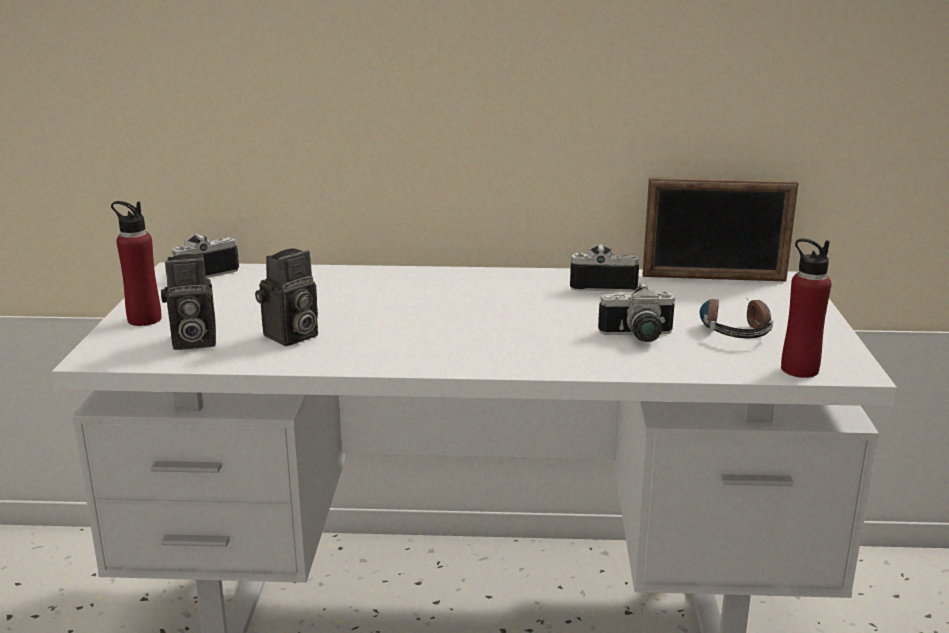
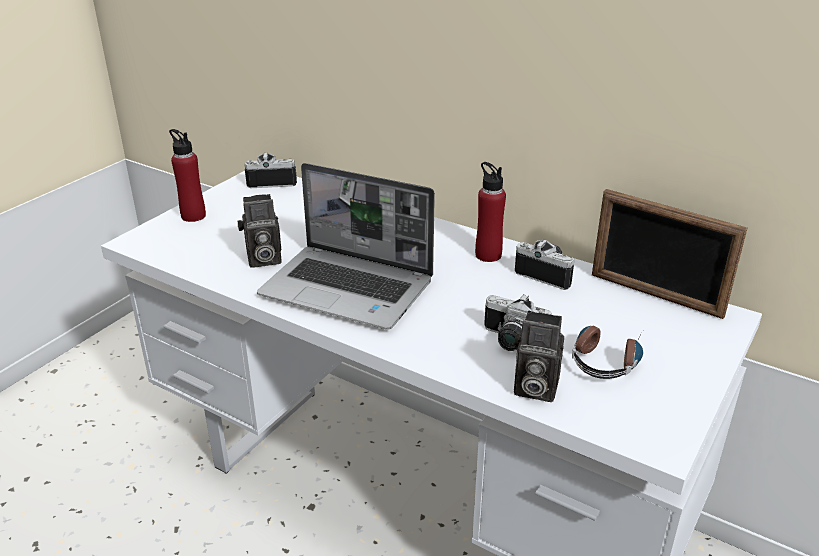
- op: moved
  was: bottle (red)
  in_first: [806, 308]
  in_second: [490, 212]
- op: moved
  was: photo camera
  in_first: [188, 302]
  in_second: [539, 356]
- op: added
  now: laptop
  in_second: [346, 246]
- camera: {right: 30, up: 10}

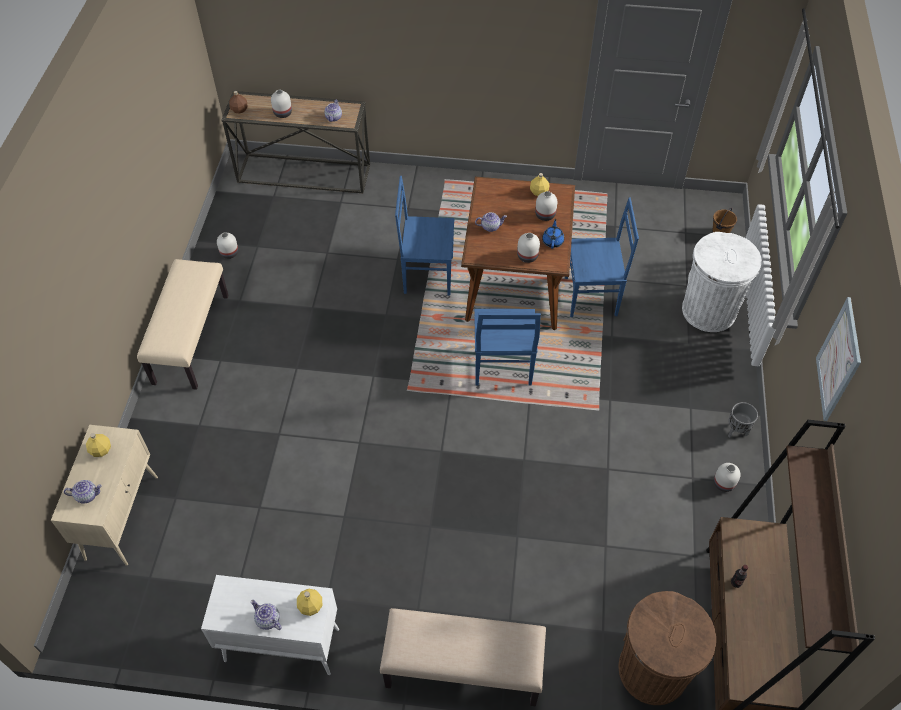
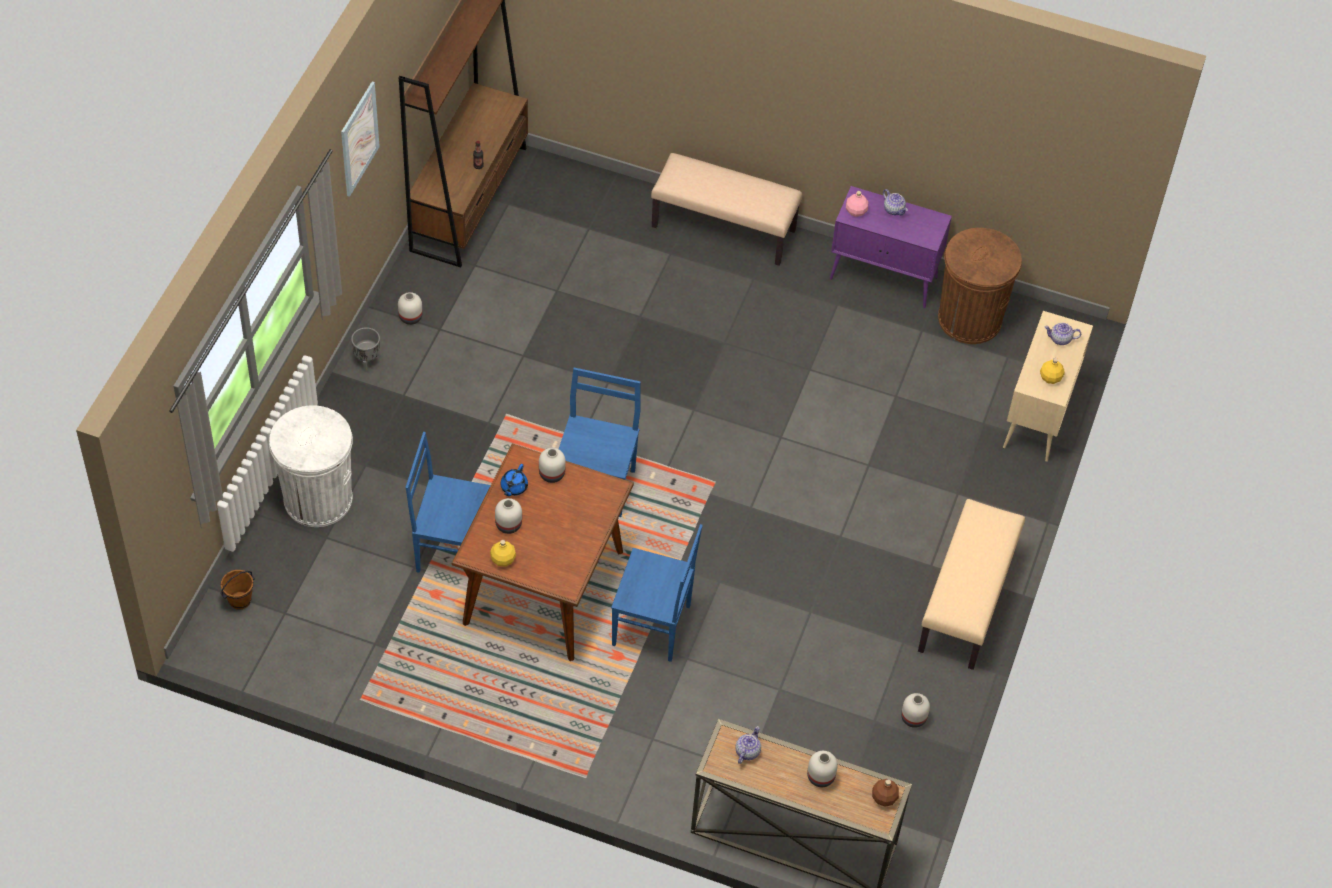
- op: removed
  was: teapot
  in_first: [491, 222]
- op: recoloured
  was: cabinet (white)
  now: cabinet (purple)
  in_first: [270, 625]
  in_second: [891, 247]
- op: recoloured
  was: bottle (yellow)
  now: bottle (pink)
  in_first: [309, 602]
  in_second: [857, 204]
- op: moved
  was: trash can (brown)
  in_first: [667, 648]
  in_second: [980, 286]
- camera: {right: -170, up: 0}

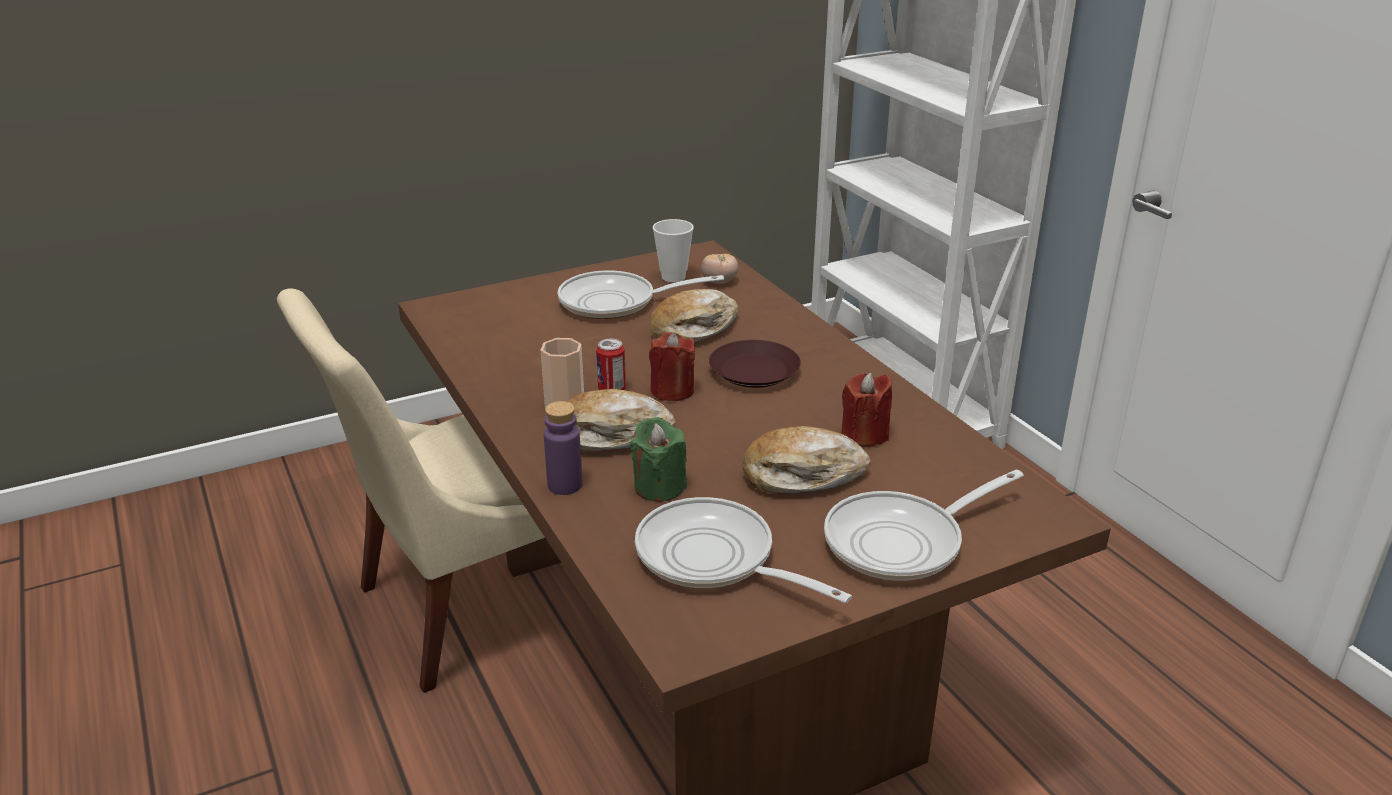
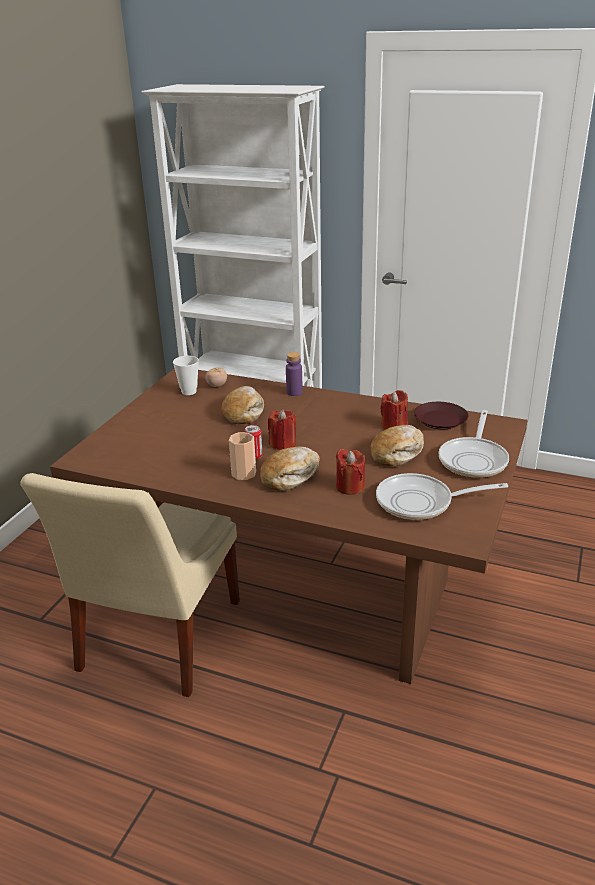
- op: removed
  was: frying pan
  in_first: [641, 294]
- op: moved
  was: plate (brown)
  in_first: [755, 364]
  in_second: [441, 415]
- op: moved
  was: bottle (purple)
  in_first: [563, 448]
  in_second: [294, 374]
- op: recoloured
  was: candle (green)
  now: candle (red)
  in_first: [658, 459]
  in_second: [350, 472]
- camera: {right: -40, up: 0}

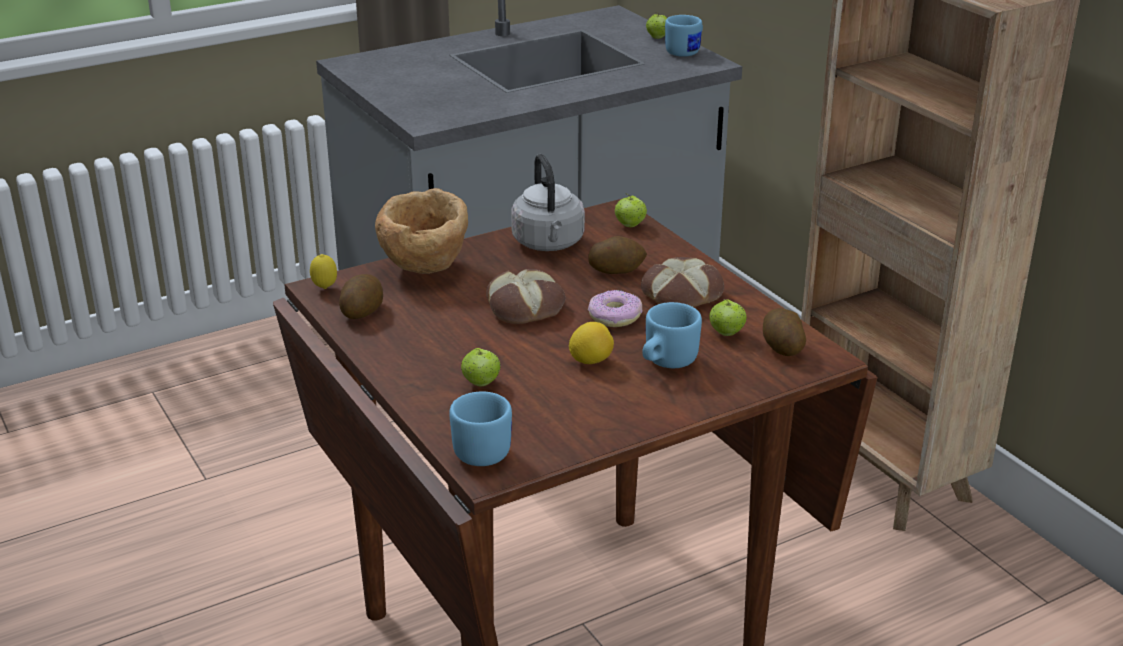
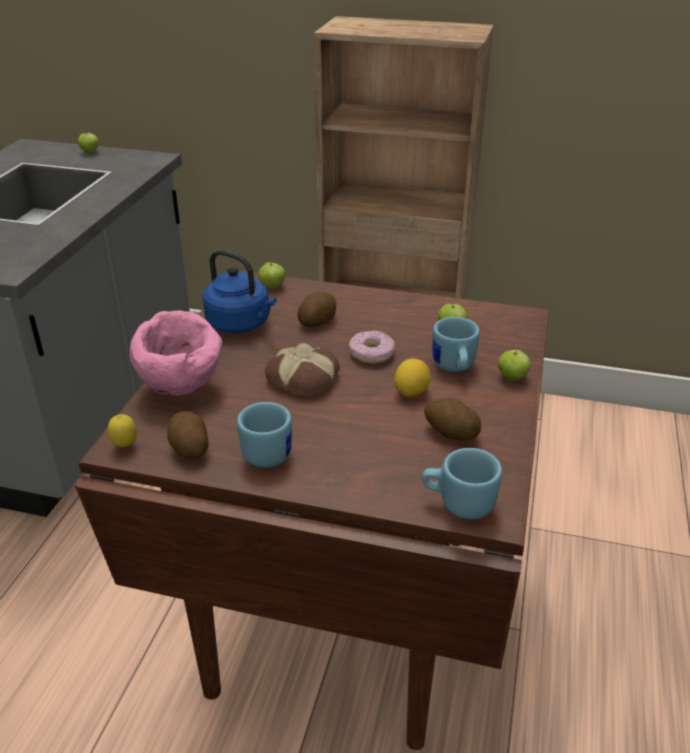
- op: moved
  was: mug (blue)
  in_first: [684, 36]
  in_second: [264, 435]
- op: recoloured
  was: kettle (grey)
  now: kettle (blue)
  in_first: [548, 202]
  in_second: [240, 291]
- op: recoloured
  was: bowl (brown)
  now: bowl (pink)
  in_first: [421, 231]
  in_second: [176, 352]
- op: removed
  was: bread
  in_first: [682, 282]
- op: moved
  was: potato
  in_first: [784, 332]
  in_second: [452, 419]
- op: moved
  was: apple
  in_first: [481, 367]
  in_second: [514, 365]
- camera: {right: -45, up: 5}

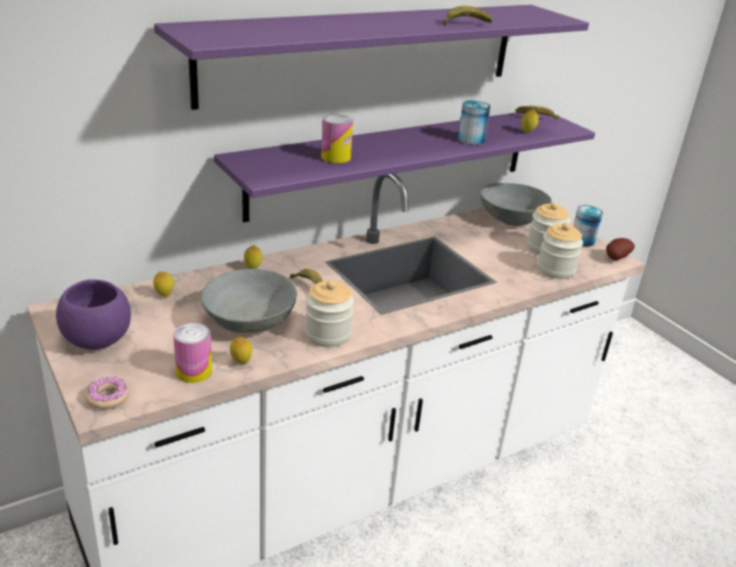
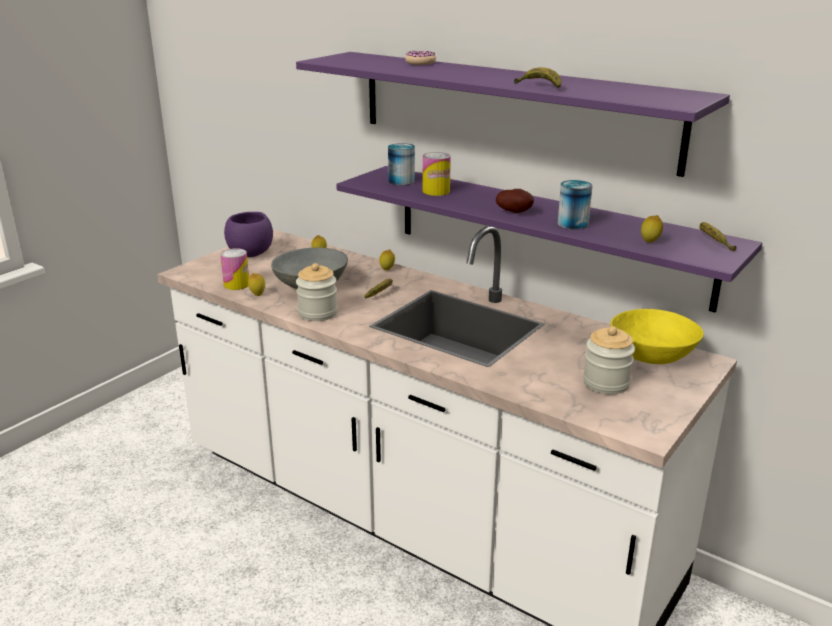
- op: recoloured
  was: bowl (grey)
  now: bowl (yellow)
  in_first: [516, 204]
  in_second: [657, 336]
- op: moved
  was: can
  in_first: [588, 226]
  in_second: [401, 164]
- op: removed
  was: jar
  in_first: [560, 251]
- op: moved
  was: potato
  in_first: [620, 249]
  in_second: [515, 201]
- op: moved
  was: donut
  in_first: [107, 393]
  in_second: [420, 58]
- camera: {right: 70, up: -5}

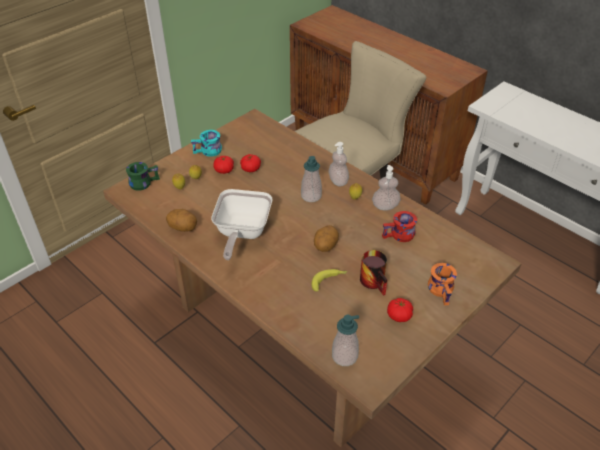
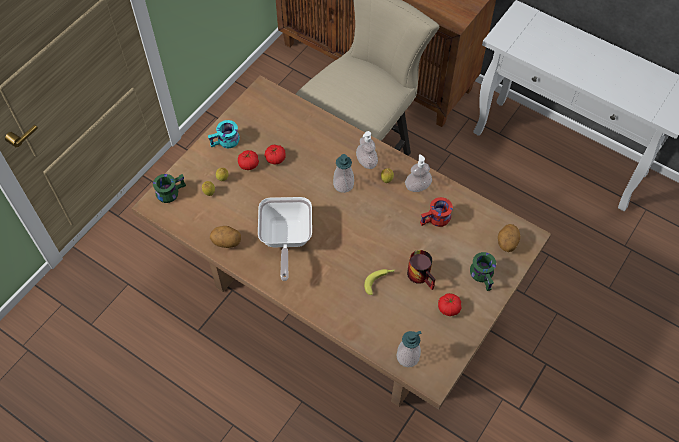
- op: moved
  was: potato
  in_first: [326, 238]
  in_second: [509, 238]
- op: recoloured
  was: mug (orange)
  now: mug (green)
  in_first: [442, 284]
  in_second: [483, 271]
- camera: {right: -10, up: 15}

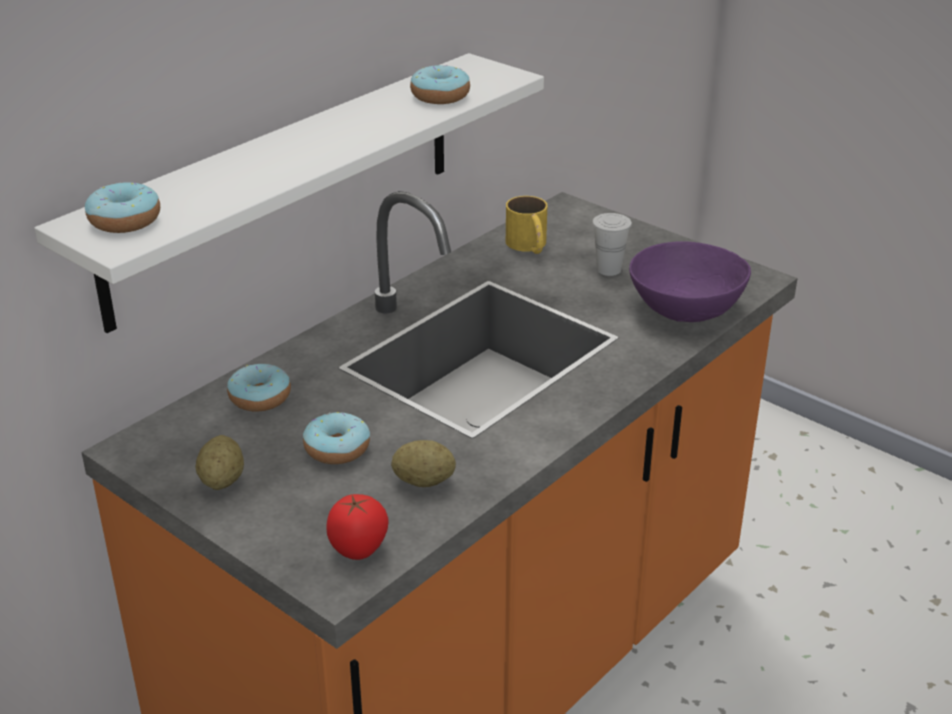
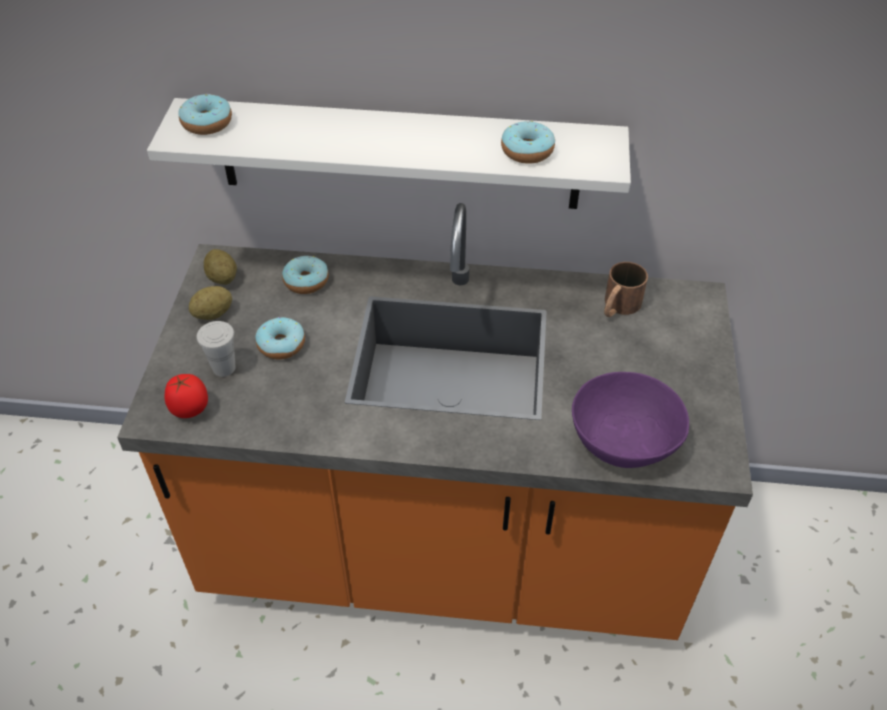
- op: recoloured
  was: mug (yellow)
  now: mug (brown)
  in_first: [526, 225]
  in_second: [626, 289]
- op: moved
  was: cup (white)
  in_first: [612, 244]
  in_second: [216, 349]
- op: moved
  was: potato
  in_first: [423, 463]
  in_second: [220, 267]
- camera: {right: 55, up: 15}

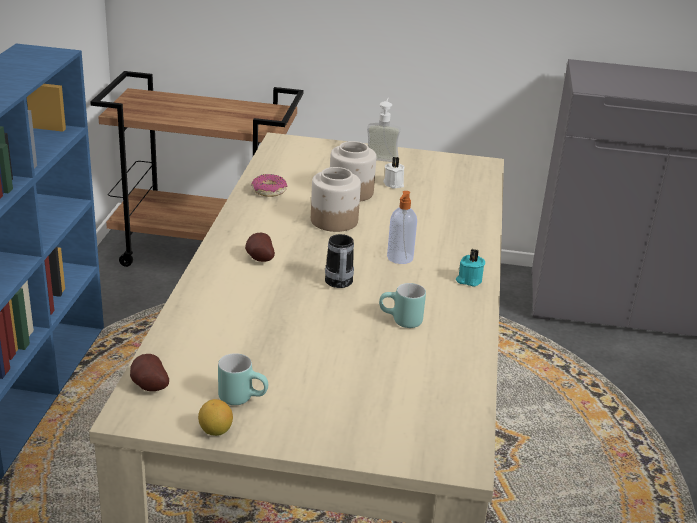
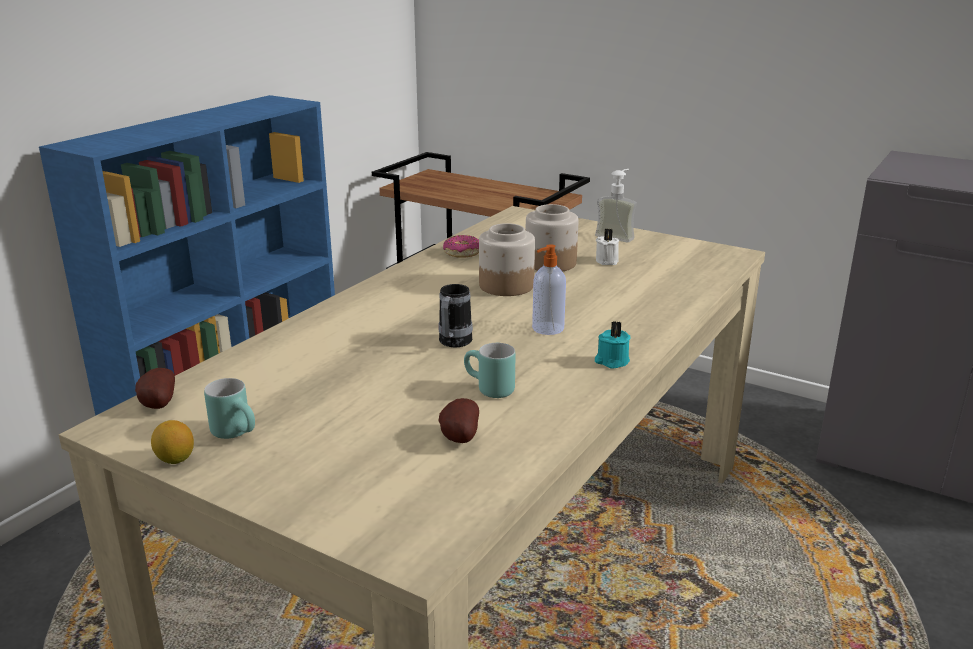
- op: moved
  was: potato
  in_first: [260, 247]
  in_second: [459, 420]
- camera: {right: 25, up: -5}

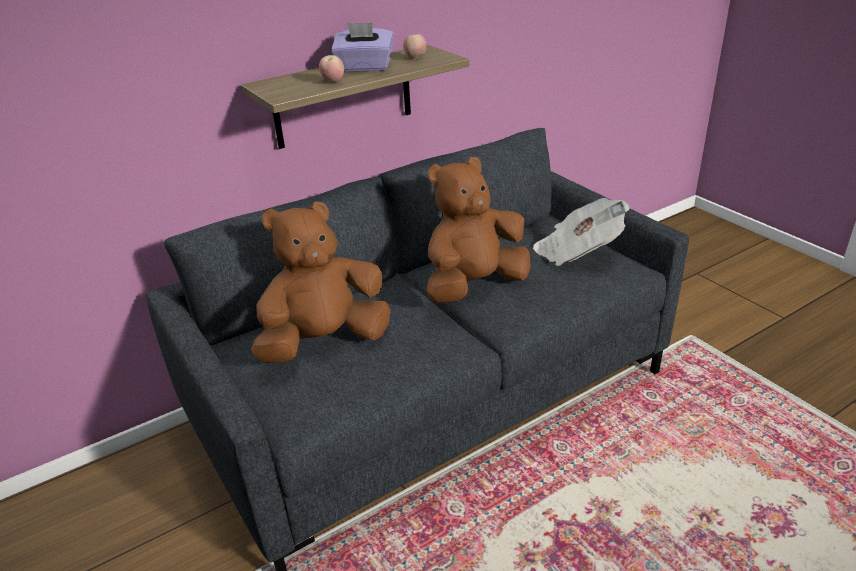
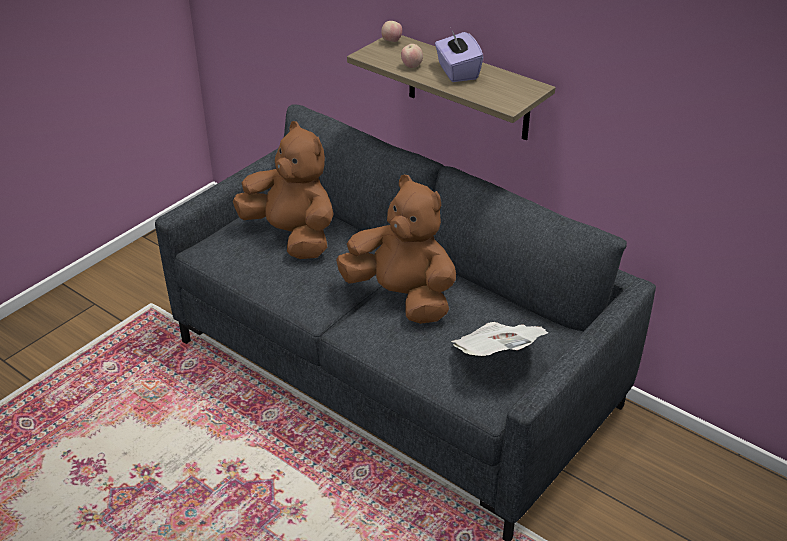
- op: moved
  was: apple
  in_first: [415, 46]
  in_second: [391, 31]
- camera: {right: 70, up: 5}

